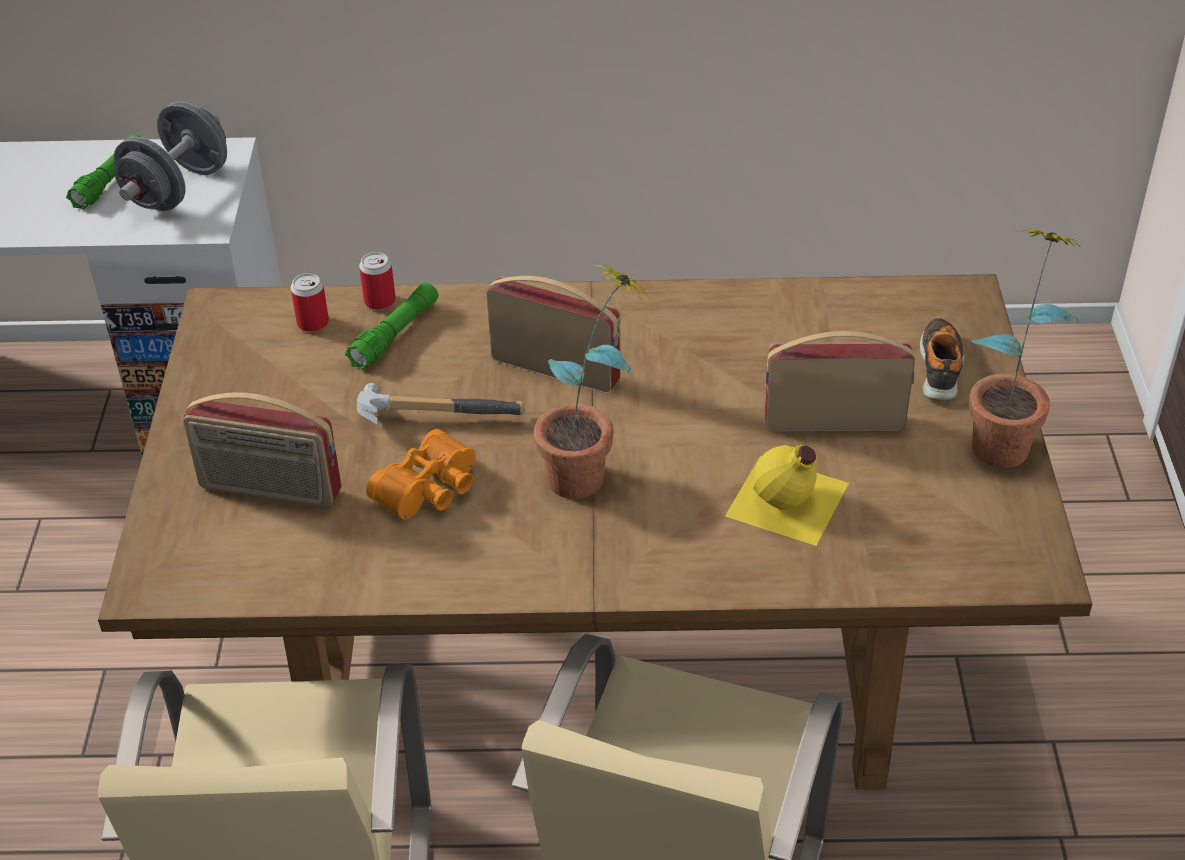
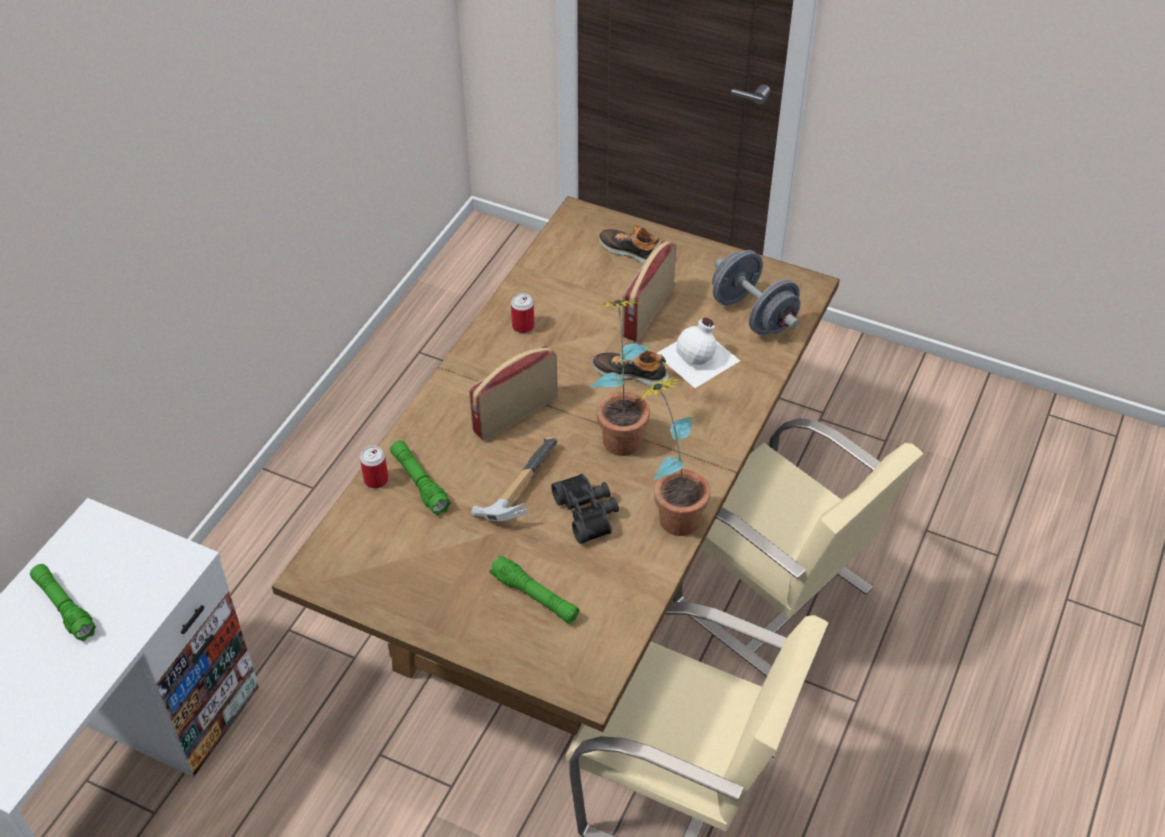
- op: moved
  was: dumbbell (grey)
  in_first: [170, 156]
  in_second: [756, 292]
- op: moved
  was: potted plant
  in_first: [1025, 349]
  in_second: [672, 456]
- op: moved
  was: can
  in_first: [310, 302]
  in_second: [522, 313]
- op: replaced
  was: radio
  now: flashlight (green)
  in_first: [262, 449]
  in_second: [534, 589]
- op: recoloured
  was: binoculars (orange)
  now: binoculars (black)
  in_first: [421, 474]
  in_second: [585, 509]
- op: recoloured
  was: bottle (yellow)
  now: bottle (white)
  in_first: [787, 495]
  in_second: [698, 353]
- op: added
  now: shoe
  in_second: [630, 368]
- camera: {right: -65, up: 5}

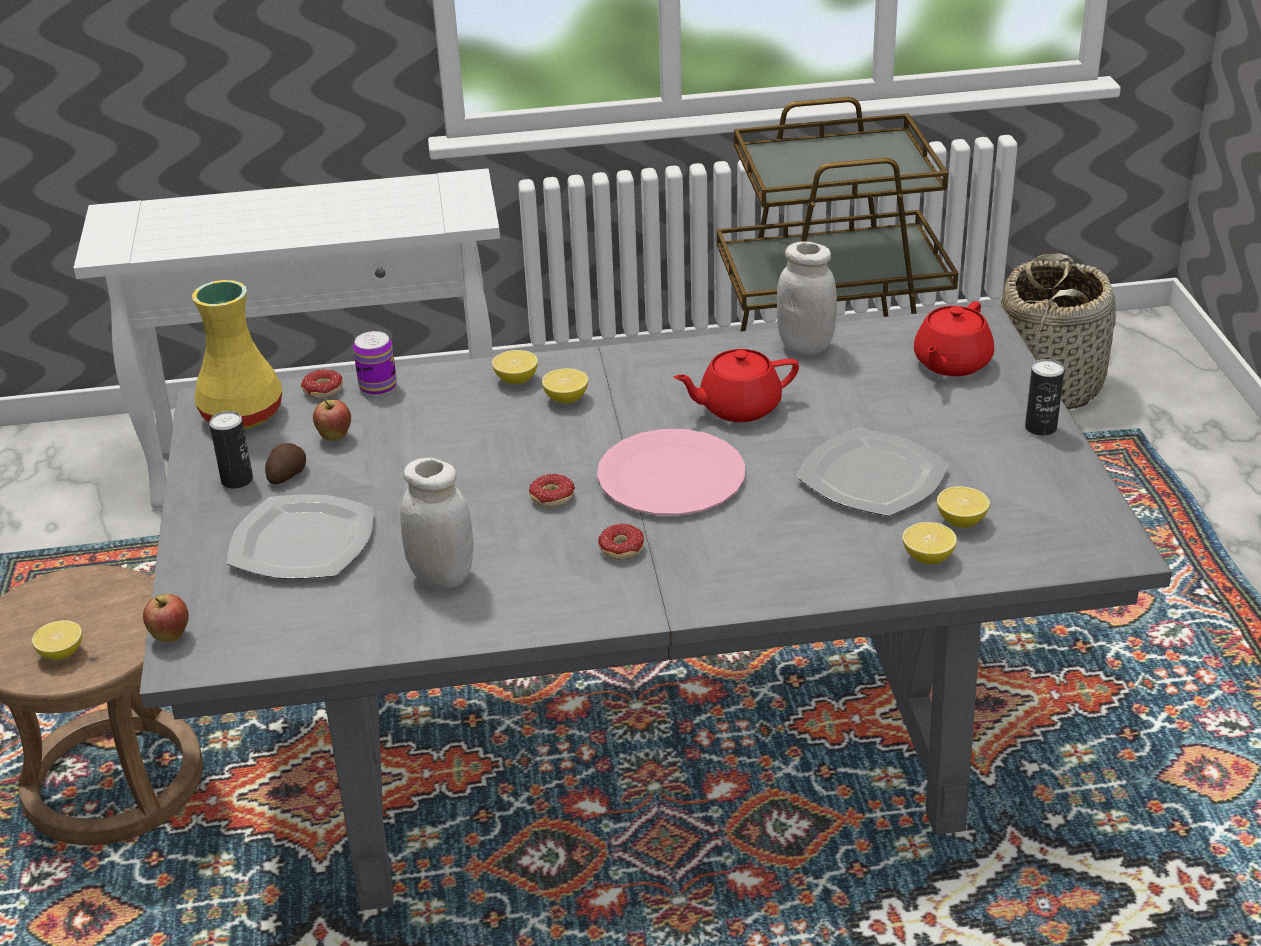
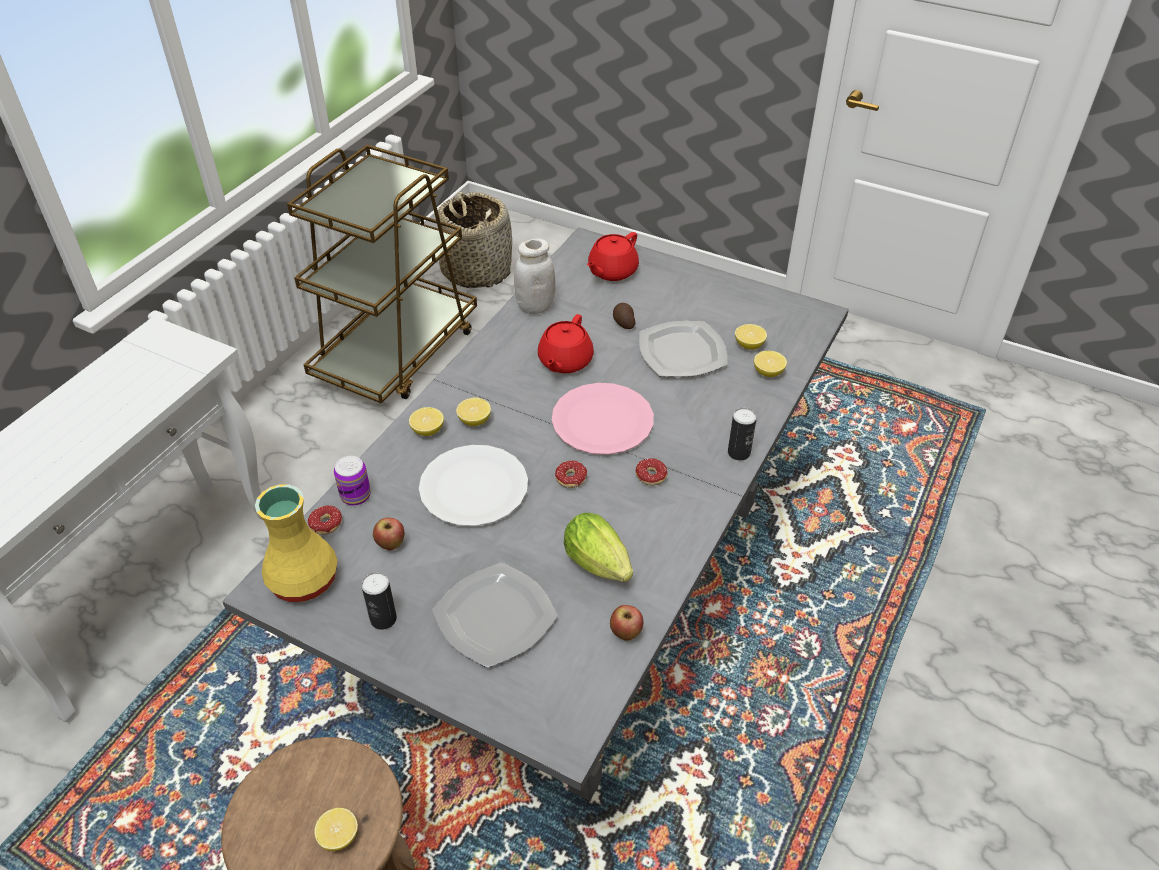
- op: turned
  was: teapot (red)
  in_first: [954, 338]
  in_second: [613, 256]
  clockwise: 60
- op: moved
  was: can
  in_first: [1044, 397]
  in_second: [742, 434]
- op: moved
  was: potato
  in_first: [285, 463]
  in_second: [624, 316]
- op: replaced
  was: jar (white)
  now: lettuce
  in_first: [436, 523]
  in_second: [598, 547]
- op: moved
  was: apple
  in_first: [166, 618]
  in_second: [626, 623]
- op: added
  now: plate (white)
  in_second: [473, 485]
- camera: {right: -55, up: 10}

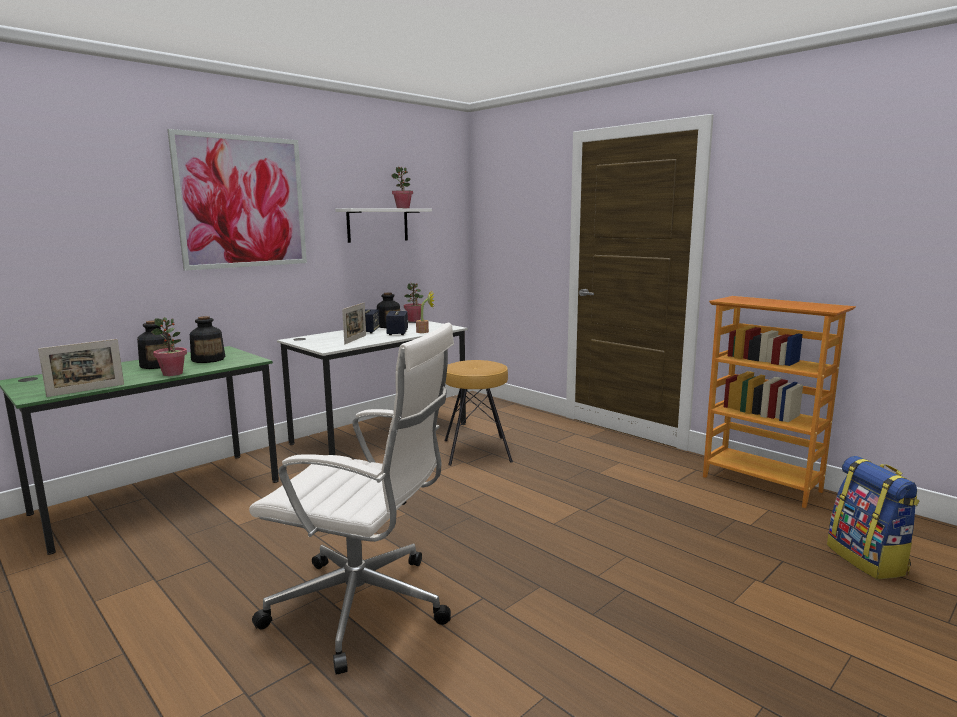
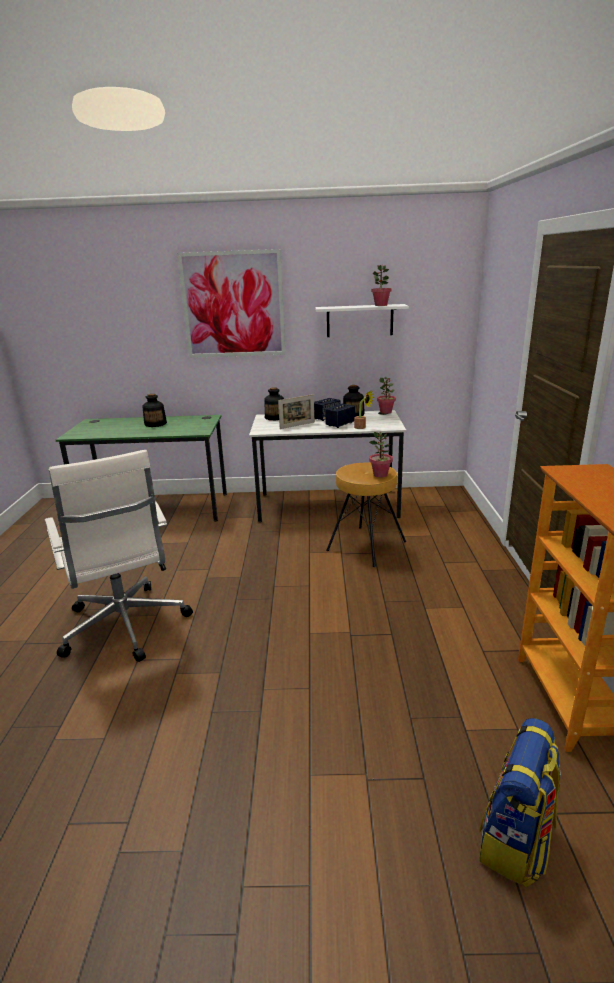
- op: moved
  was: bottle
  in_first: [207, 339]
  in_second: [274, 403]
- op: moved
  was: potted plant
  in_first: [169, 346]
  in_second: [381, 454]
- op: removed
  was: picture frame
  in_first: [81, 368]
- camera: {right: 45, up: 10}

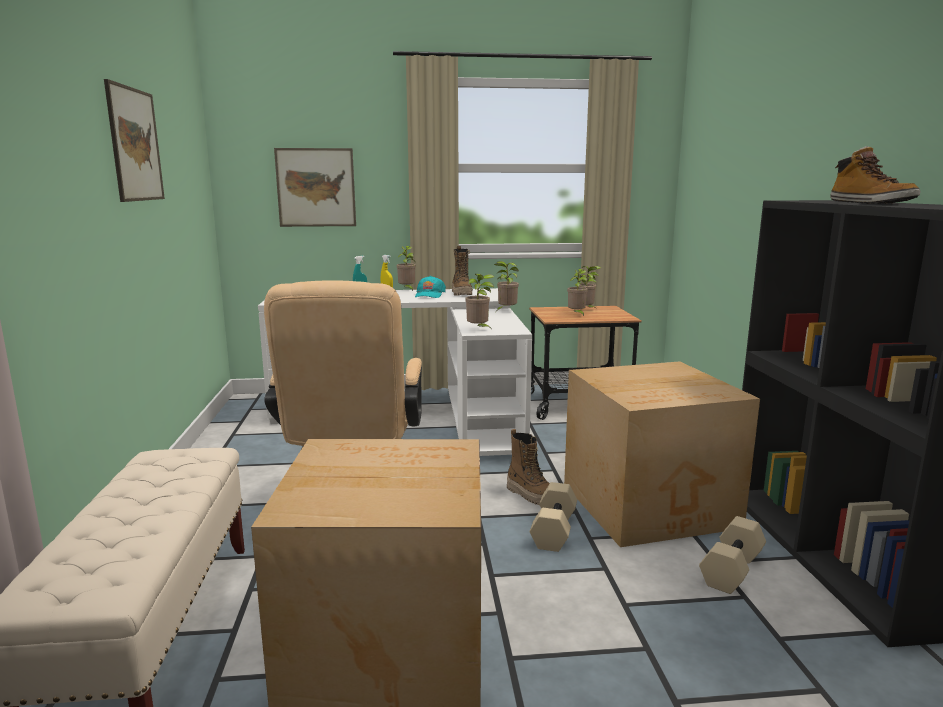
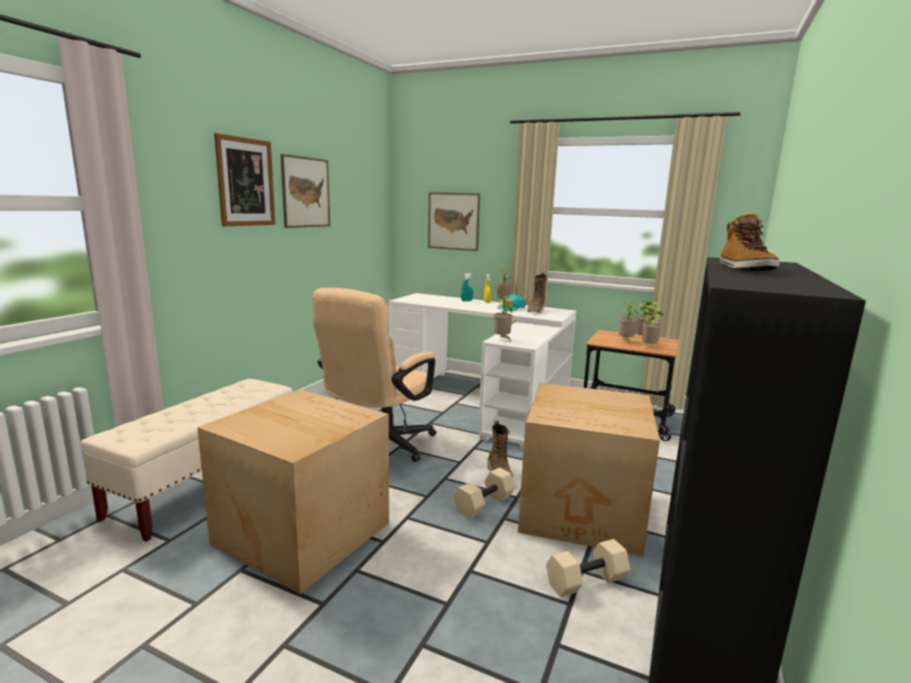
- op: moved
  was: potted plant
  in_first: [506, 286]
  in_second: [651, 325]
- op: added
  now: picture
  in_second: [245, 179]
- camera: {right: 30, up: 0}

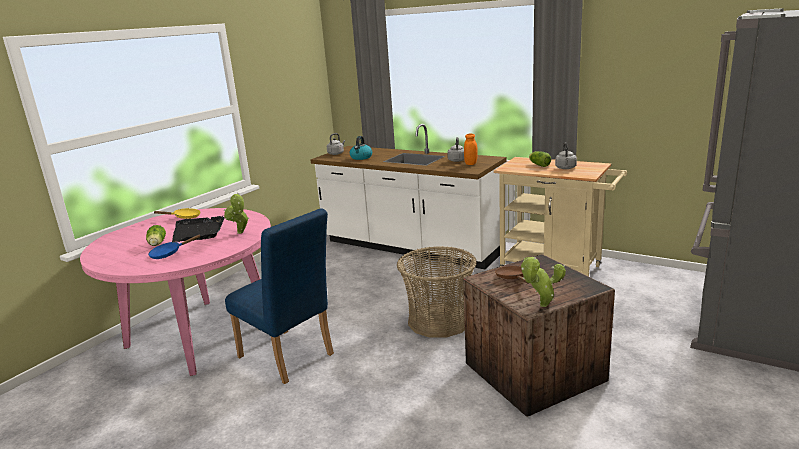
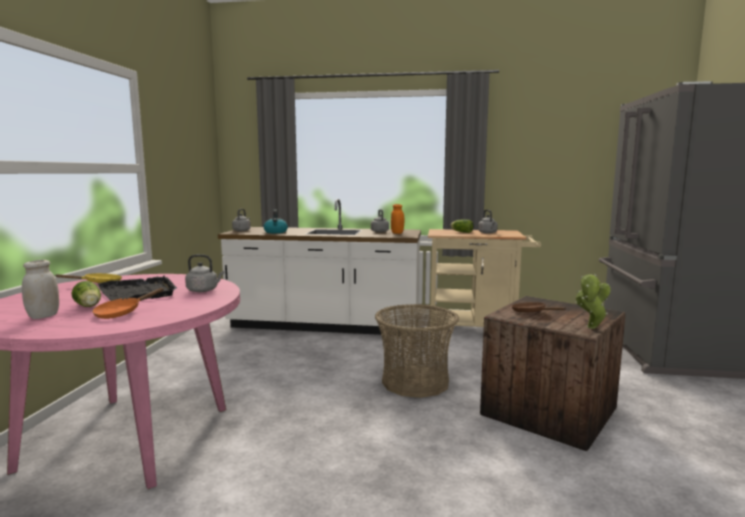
- op: replaced
  was: potted plant
  now: kettle (grey)
  in_first: [236, 213]
  in_second: [204, 273]
- op: removed
  was: chair (blue)
  in_first: [279, 296]
- op: recoloured
  was: frying pan (blue)
  now: frying pan (orange)
  in_first: [174, 247]
  in_second: [128, 303]
- op: added
  now: jar (white)
  in_second: [40, 289]
- camera: {right: -25, up: -10}

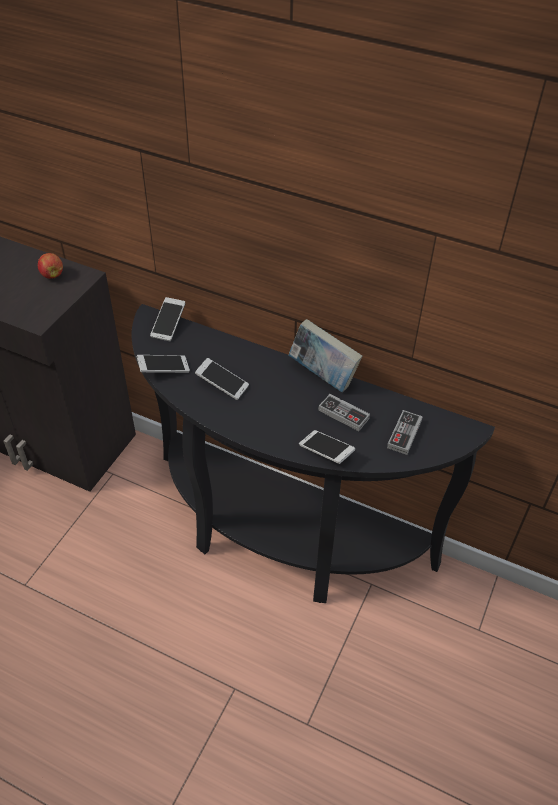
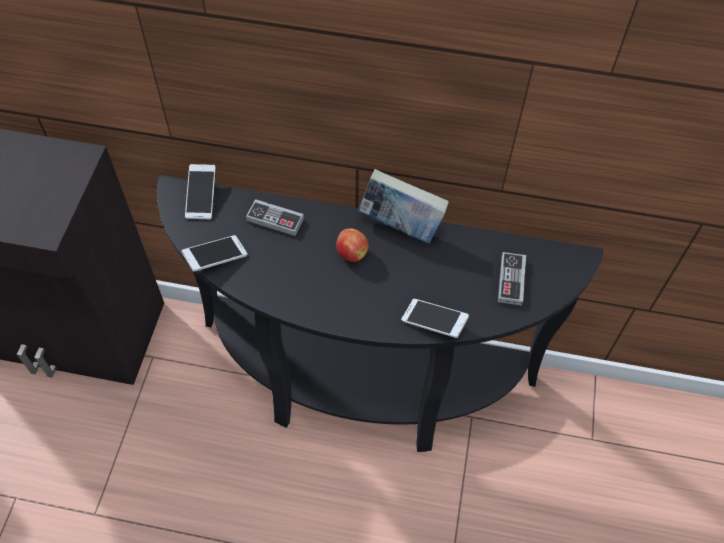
- op: moved
  was: apple
  in_first: [50, 266]
  in_second: [352, 245]
- op: removed
  was: phone
  in_first: [222, 379]
- op: moved
  was: game controller
  in_first: [344, 412]
  in_second: [275, 217]
- camera: {right: -15, up: 10}

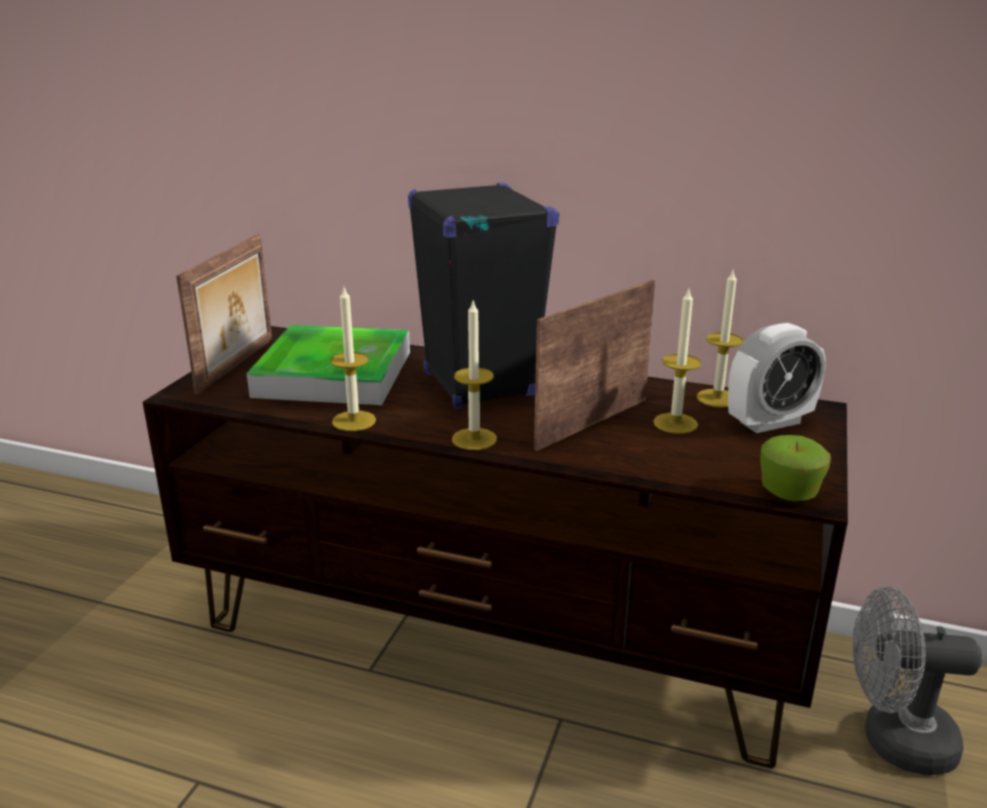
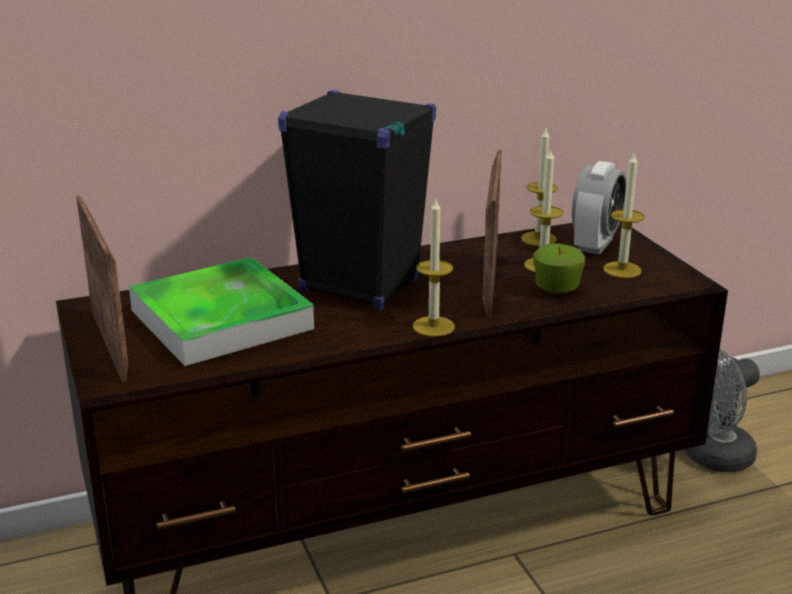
- op: moved
  was: candle
  in_first: [353, 358]
  in_second: [624, 215]
- op: moved
  was: apple
  in_first: [795, 468]
  in_second: [559, 268]
- camera: {right: -40, up: 0}

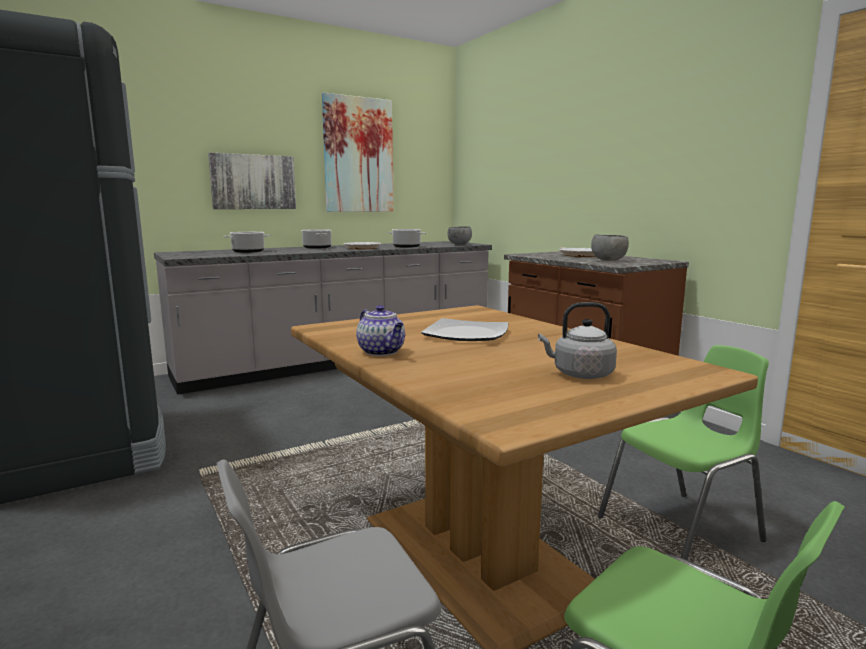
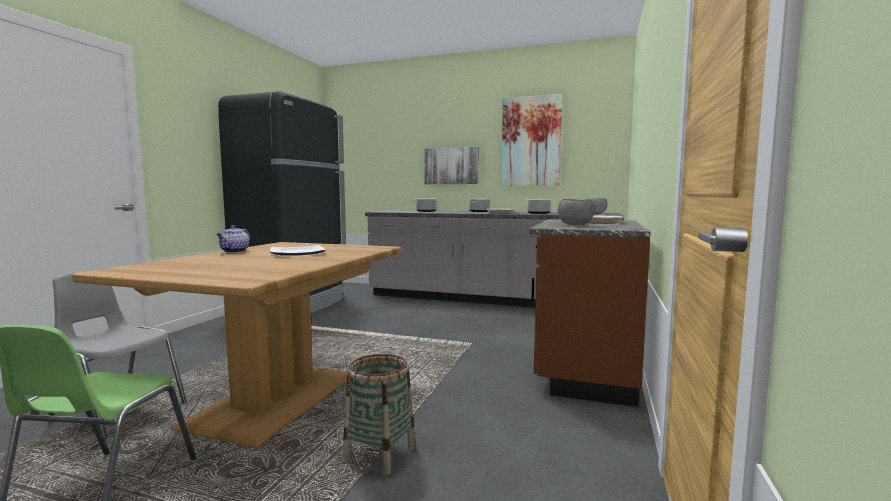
- op: removed
  was: kettle (grey)
  in_first: [577, 340]
- op: replaced
  was: chair (green)
  now: basket
  in_first: [683, 452]
  in_second: [379, 414]
- camera: {right: 50, up: -5}

